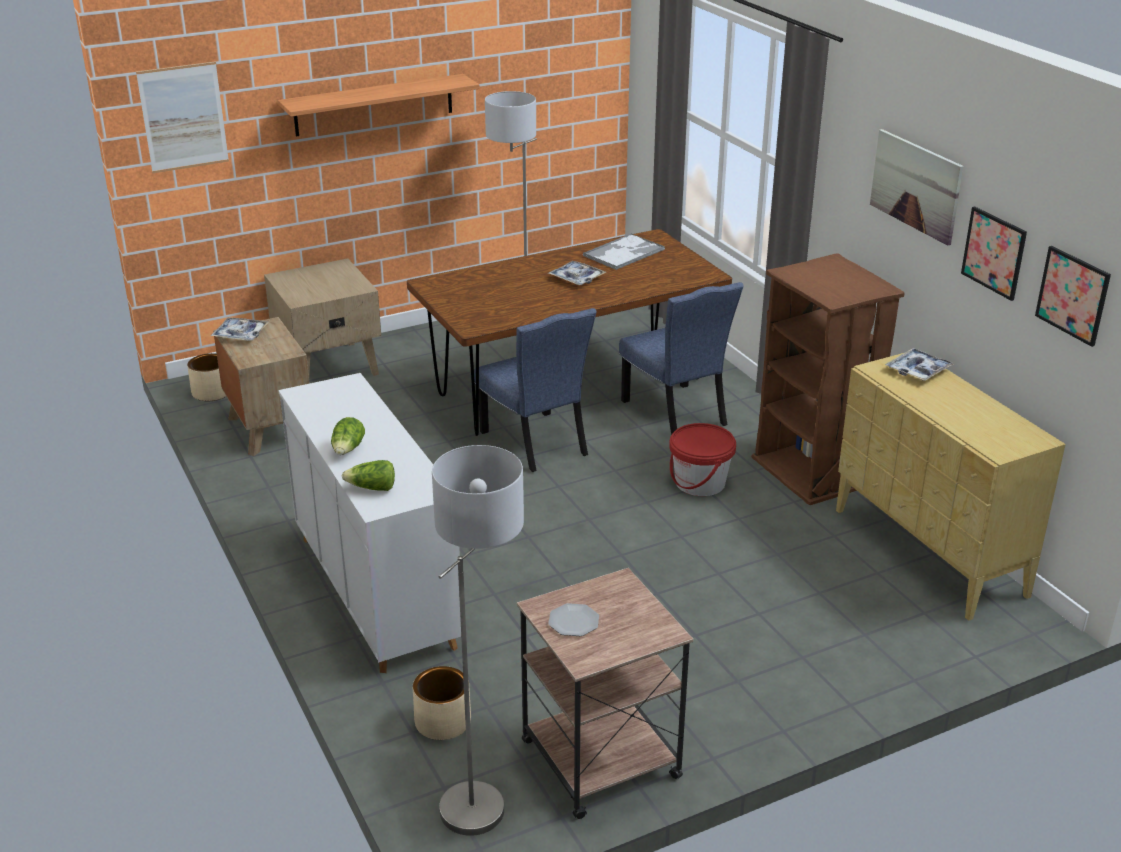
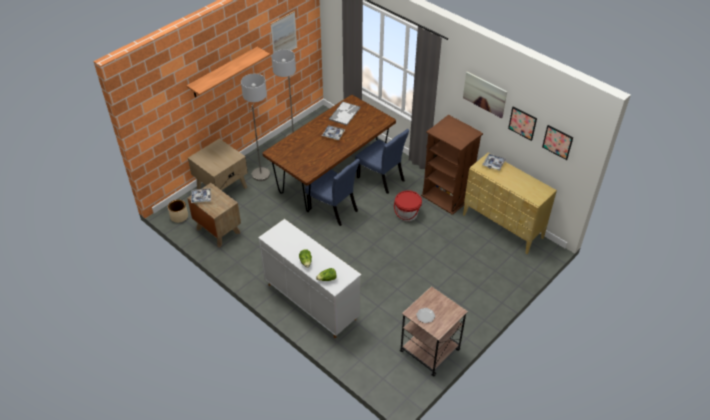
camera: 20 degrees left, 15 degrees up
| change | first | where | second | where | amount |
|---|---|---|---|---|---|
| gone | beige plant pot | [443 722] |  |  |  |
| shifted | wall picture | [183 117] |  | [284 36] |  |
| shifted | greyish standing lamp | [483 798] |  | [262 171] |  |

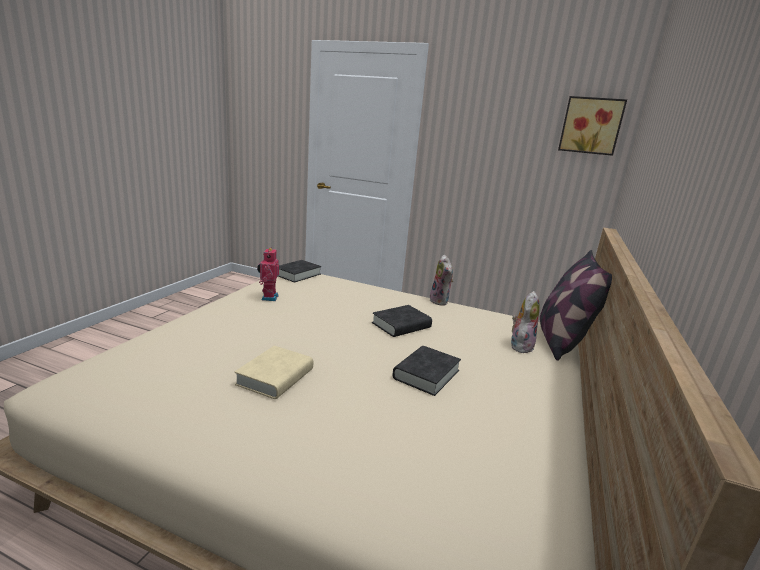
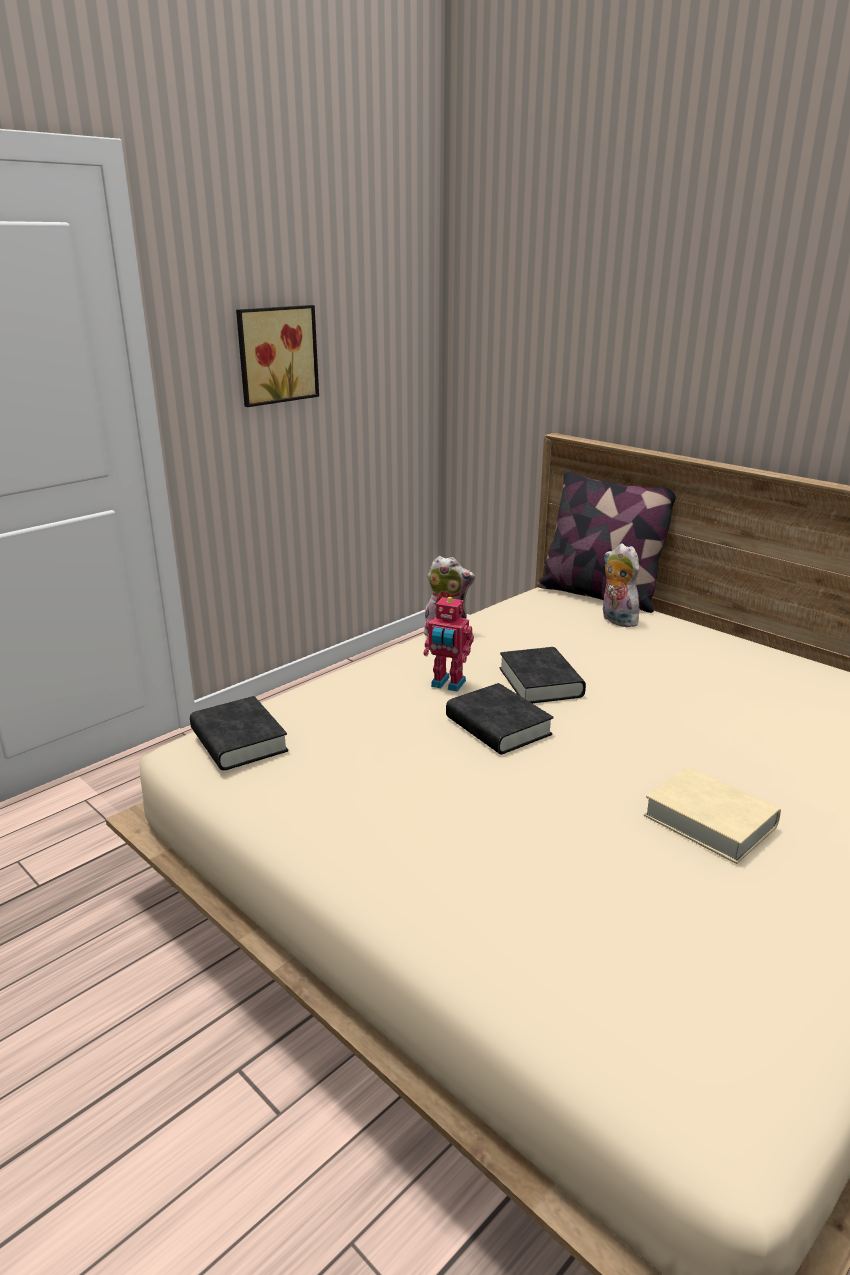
camera: 65 degrees left, 5 degrees up
| change | first | where | second | where | amount |
|---|---|---|---|---|---|
| shifted | toy robot | [268 297] |  | [447 684] |  |
| shifted | blackish book | [426 374] |  | [498 726] |  |
| shifted | wall picture | [591 126] |  | [275 354] |  |

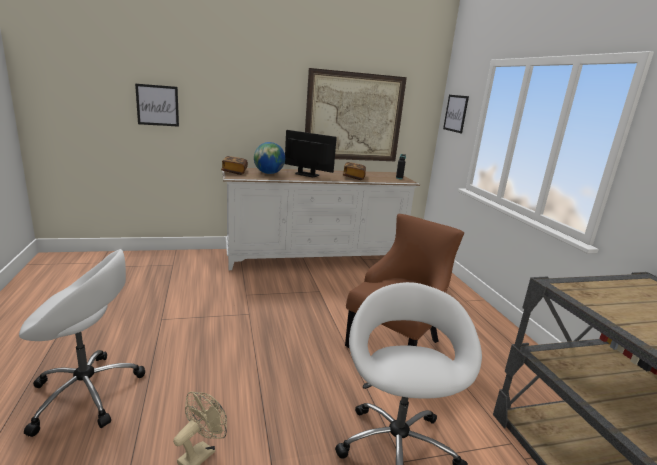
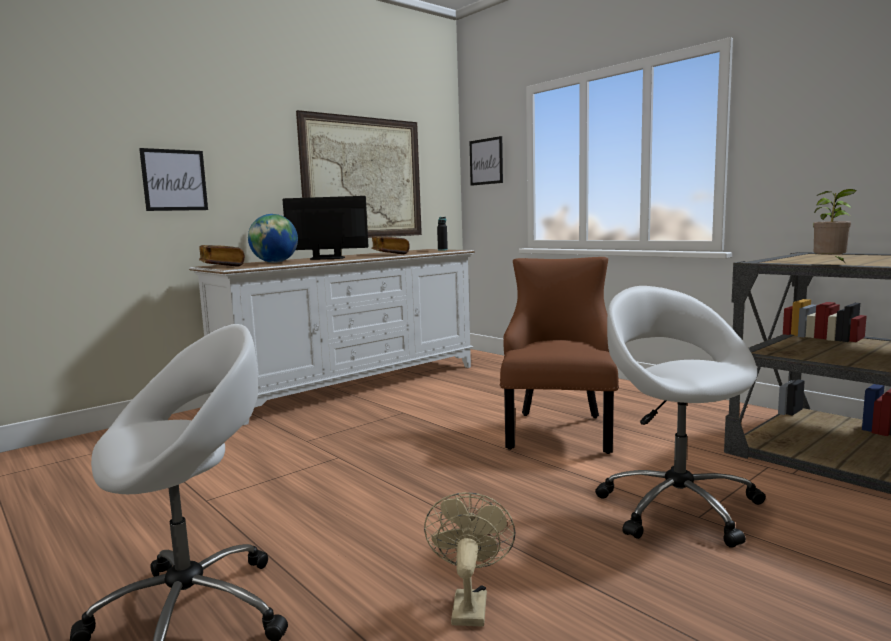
camera: 25 degrees left, 10 degrees down
| change | first | where | second | where | amount |
|---|---|---|---|---|---|
| new |  |  | houseplant | [831 264] |  |
| shifted | wall picture | [157 105] |  | [174 180] |  |

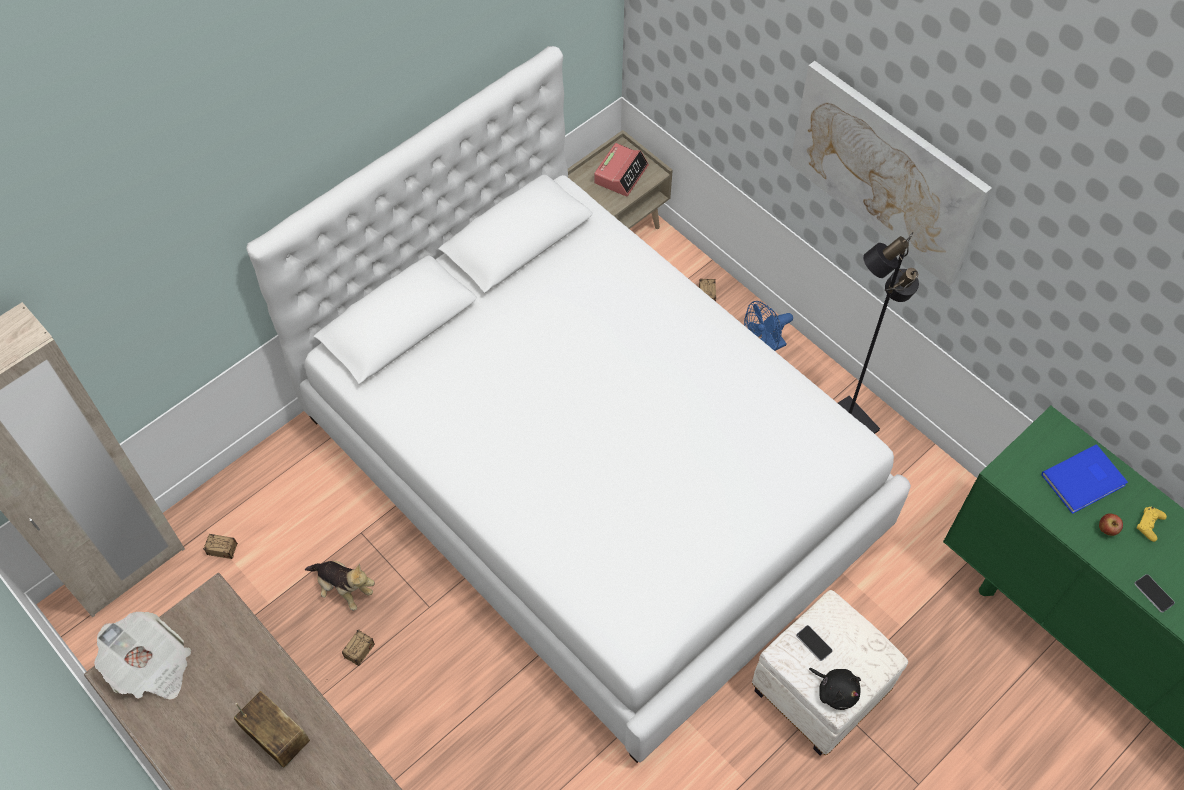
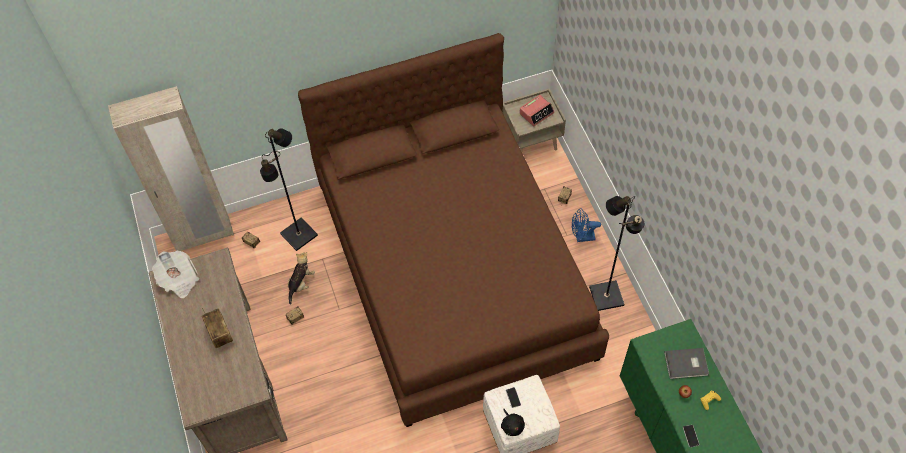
camera: 25 degrees right, 0 degrees up
| change | first | where | second | where | amount |
|---|---|---|---|---|---|
| gone | wall picture | [885 172] |  |  |  |
| new |  |  | blackish standing lamp | [298 234] |  |
| repainted | white bedroom bed | [591 471] | brown-coloured bedroom bed | [454 270] |  |
| repainted | blue-coloured book | [1085 481] | greyish book | [687 365] |  |
| rotated | plush toy | [343 588] |  | [301 283] | 120 degrees counterclockwise |

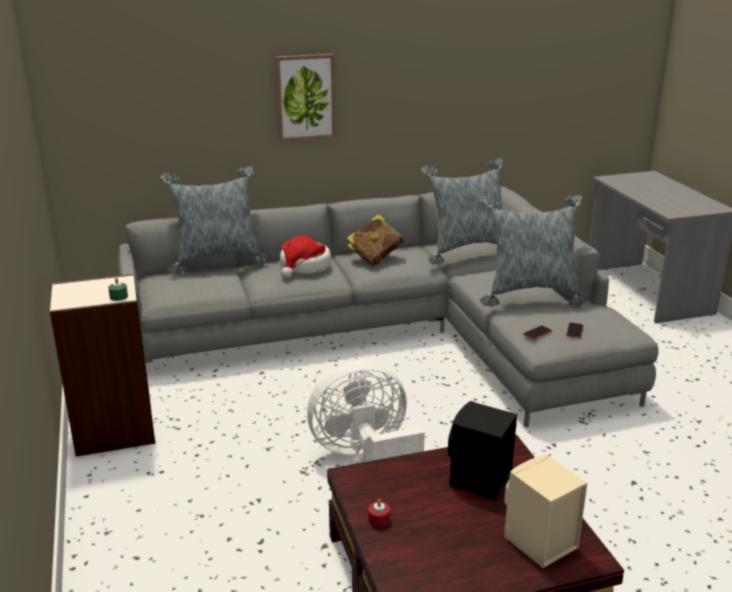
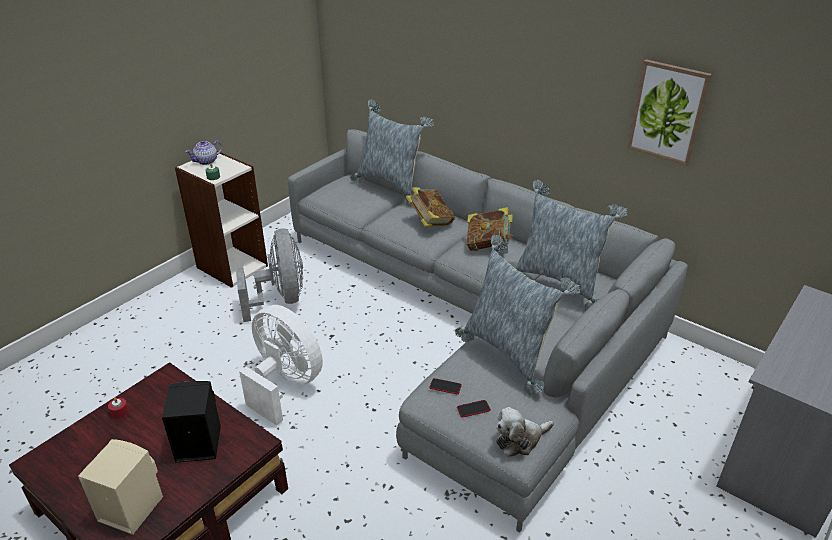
camera: 55 degrees right, 10 degrees up
| change | first | where | second | where | amount |
|---|---|---|---|---|---|
| new |  |  | pot for tea | [206 161] |  |
| new |  |  | greyish electric fan | [280 299] |  |
| new |  |  | plush toy | [520 440] |  |
| shifted | wall picture | [305 97] |  | [668 112] |  |
| swapped | hat | [304 267] | book | [430 222] |  |

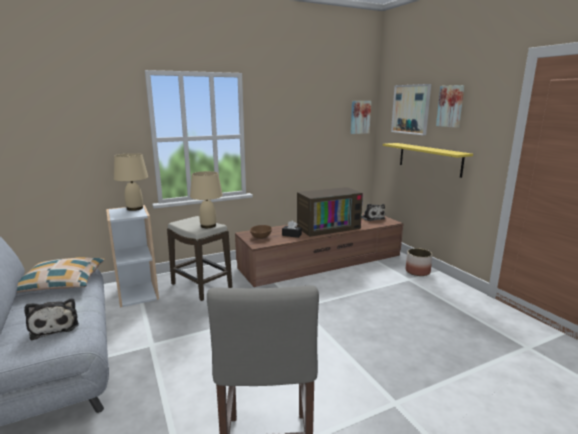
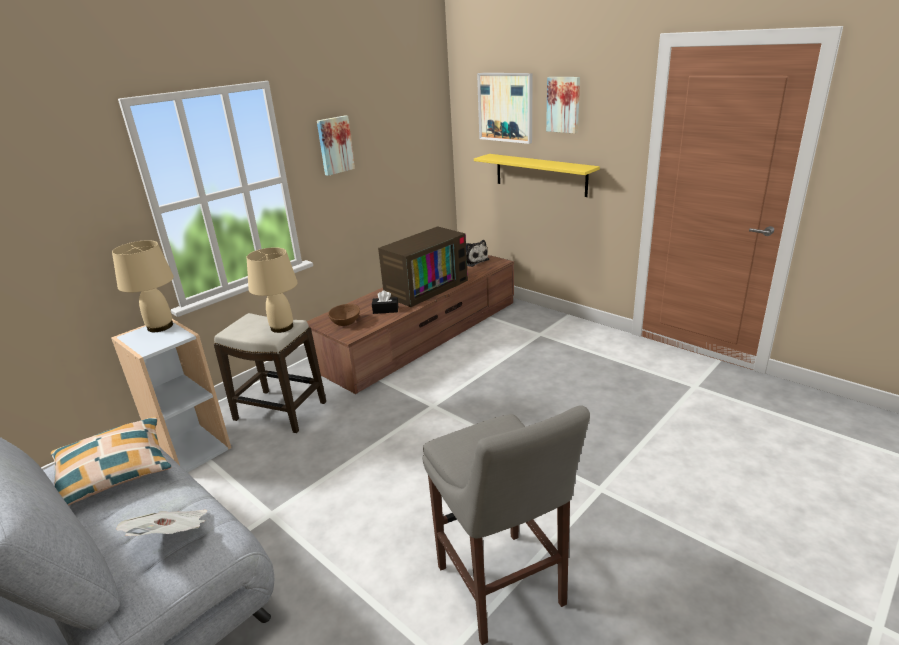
camera: 20 degrees left, 10 degrees up
| change | first | where | second | where | amount |
|---|---|---|---|---|---|
| gone | plant pot | [417 271] |  |  |  |
| shifted | wall picture | [359 117] |  | [334 145] |  |
| swapped | plush toy | [55 326] | printed paper | [172 536] |  |

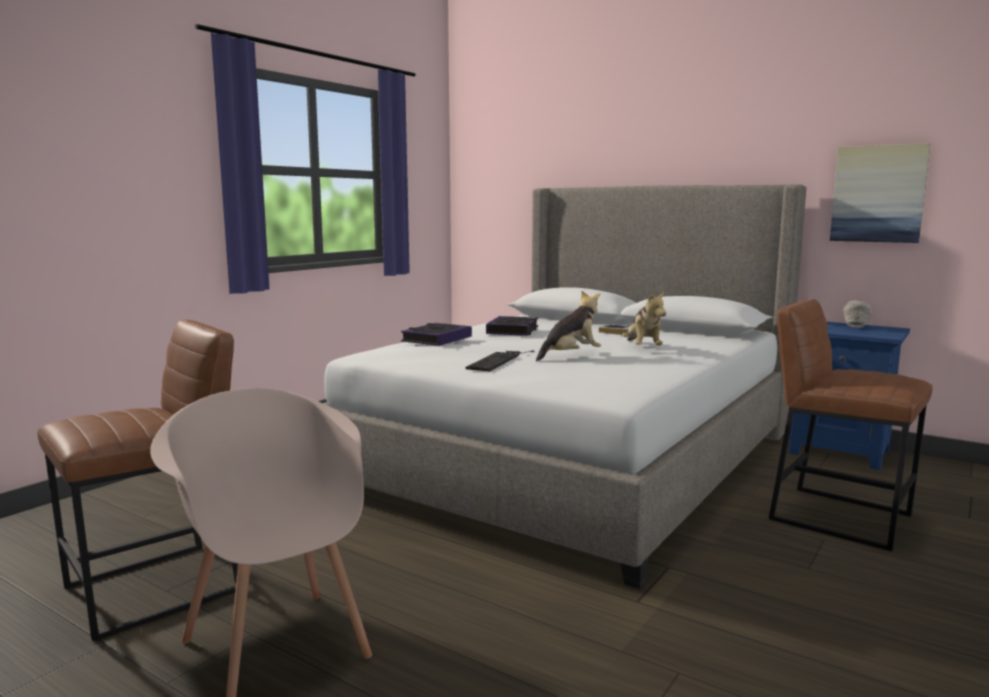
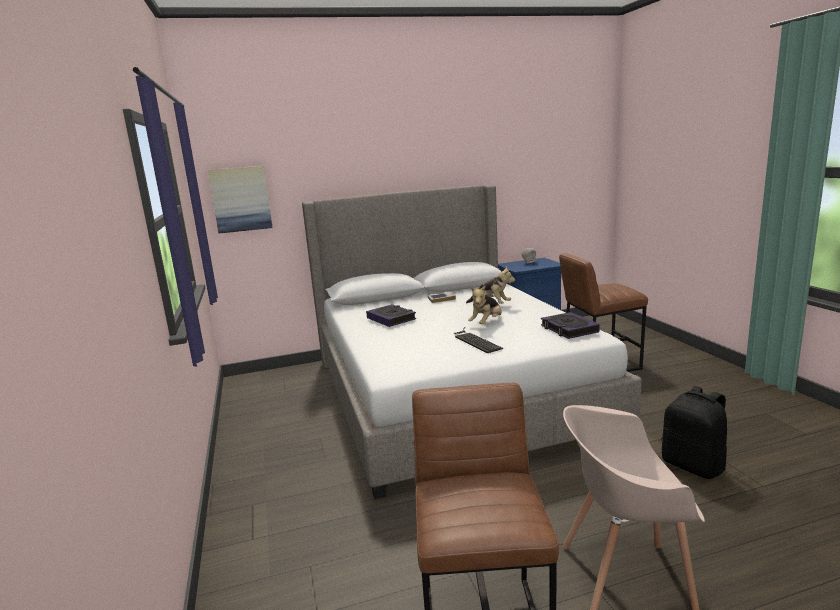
camera: 50 degrees left, 5 degrees up
| change | first | where | second | where | amount |
|---|---|---|---|---|---|
| new |  |  | blackish rucksack | [693 465] |  |
| shifted | book | [436 339] |  | [569 329] |  |
| shifted | wall picture | [878 194] |  | [241 199] |  |
| rotated | plush toy | [570 356] |  | [486 323] | 150 degrees counterclockwise |

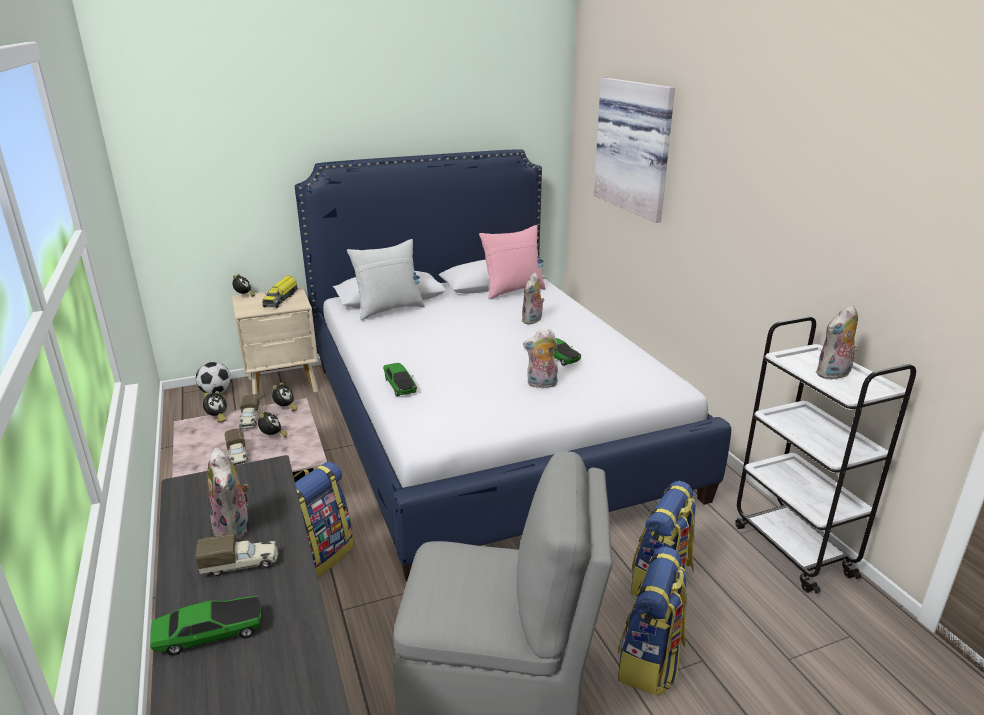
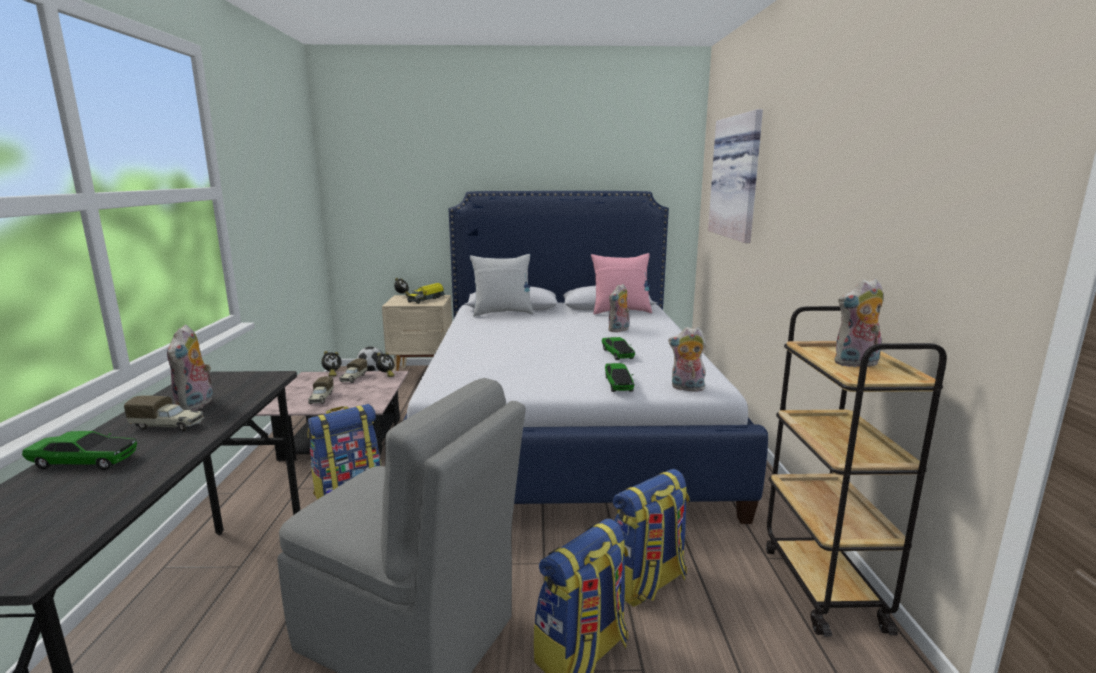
camera: 20 degrees right, 10 degrees down
| change | first | where | second | where | amount |
|---|---|---|---|---|---|
| gone | table clock | [273 437] |  |  |  |
| shifted | model car | [399 385] |  | [618 384] |  |
| shifted | plush toy | [541 385] |  | [686 388] |  |
| repainted | white cart | [793 551] | brown-coloured cart | [824 590] |  |

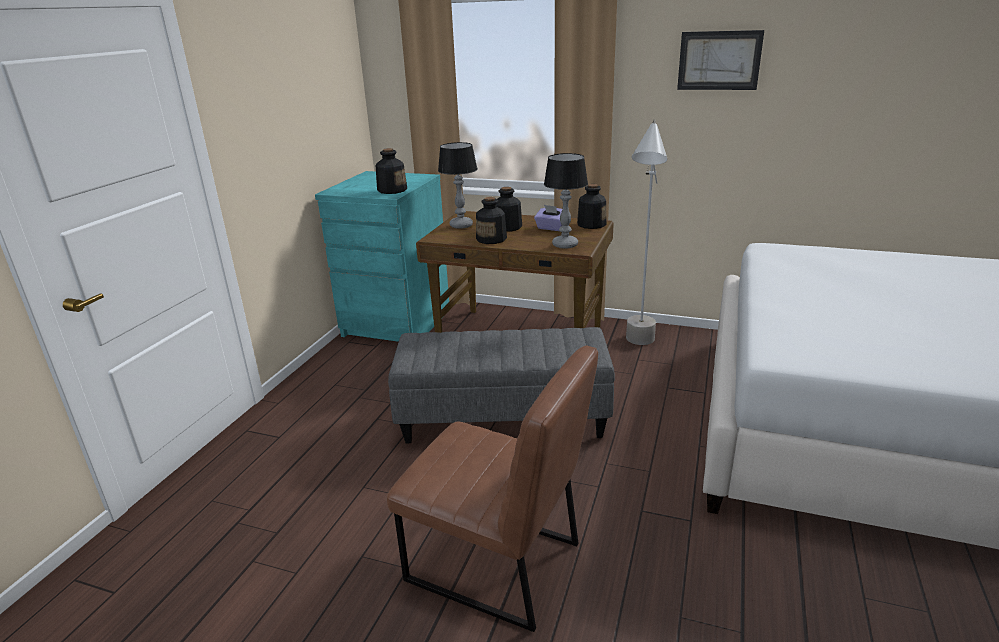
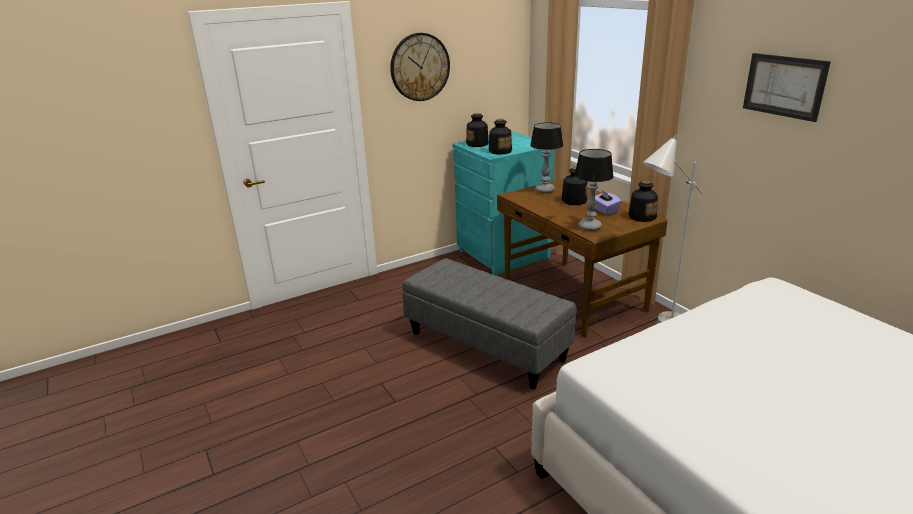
camera: 40 degrees right, 0 degrees up
| change | first | where | second | where | amount |
|---|---|---|---|---|---|
| gone | brown-coloured upright chair | [497 564] |  |  |  |
| new |  |  | wall clock | [420 67] |  |
| shifted | beverage bottle | [491 239] |  | [477 144] |  |

